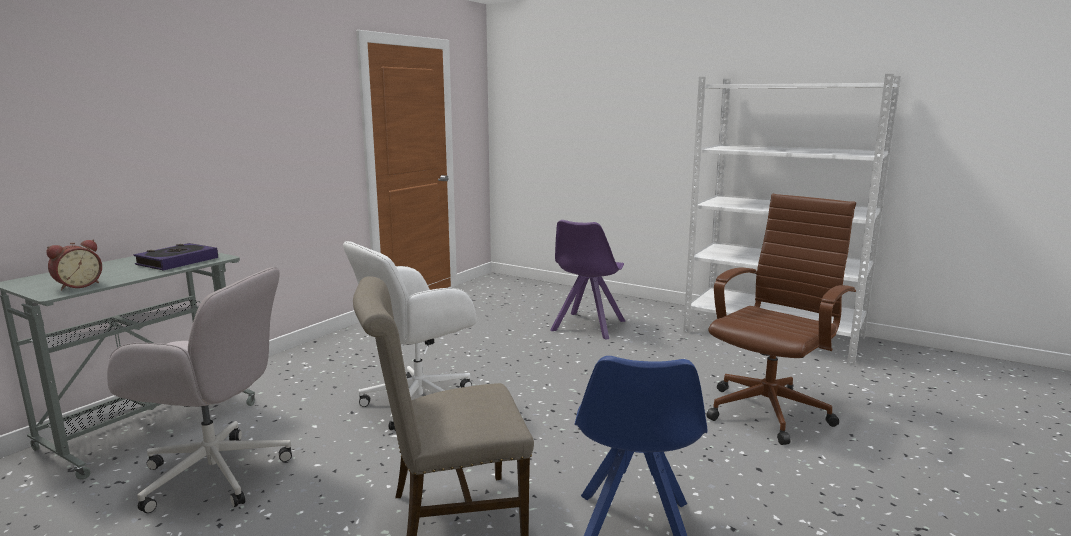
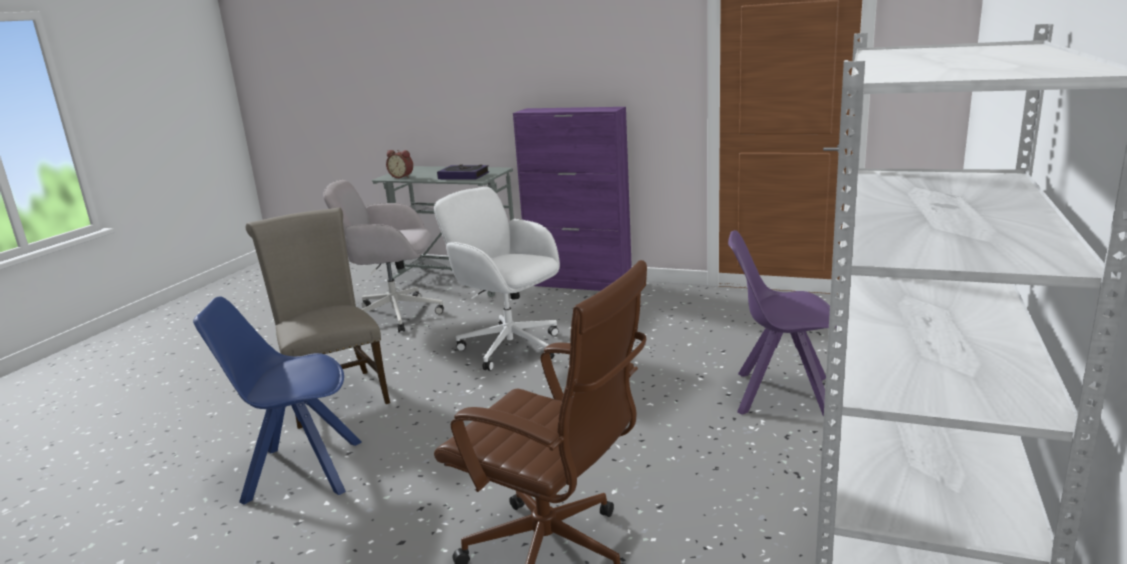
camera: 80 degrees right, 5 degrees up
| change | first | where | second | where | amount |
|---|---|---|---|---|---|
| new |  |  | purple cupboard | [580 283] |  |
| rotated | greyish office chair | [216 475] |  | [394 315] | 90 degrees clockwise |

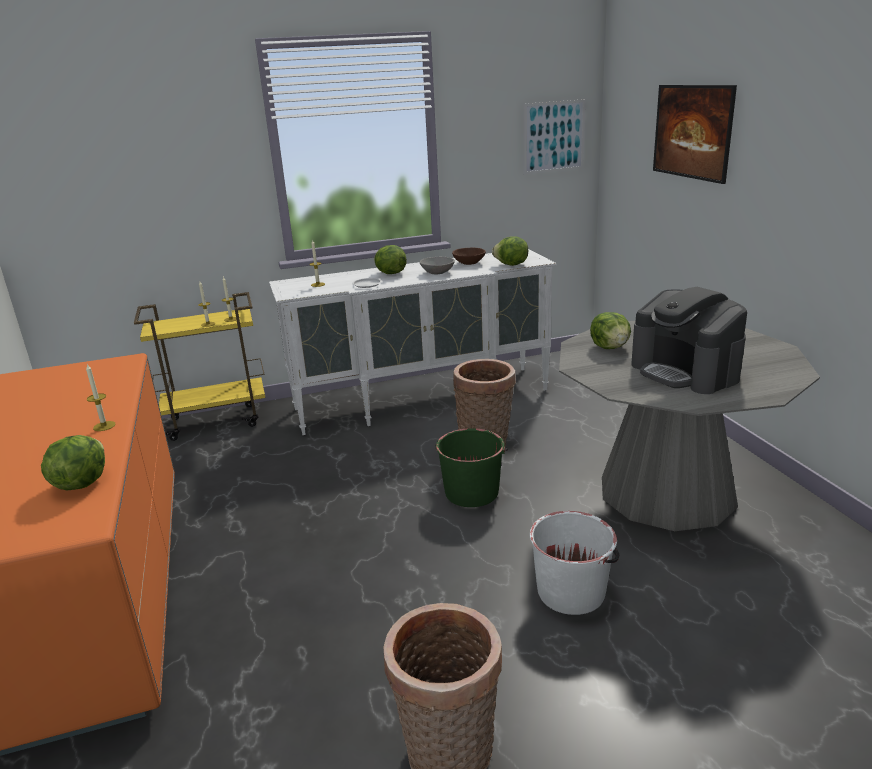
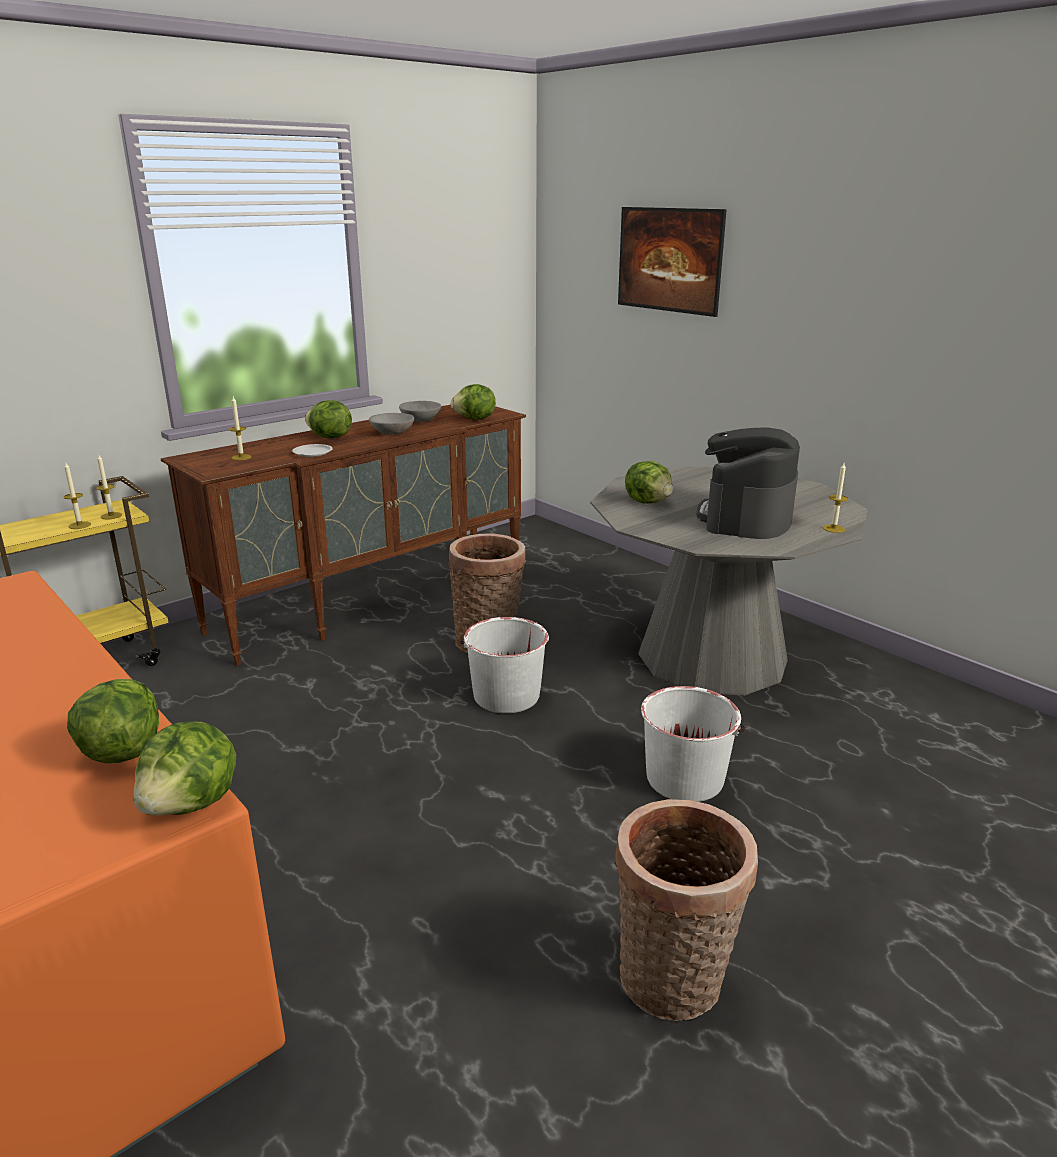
camera: 25 degrees left, 0 degrees up
| change | first | where | second | where | amount |
|---|---|---|---|---|---|
| gone | wall picture | [554 137] |  |  |  |
| new |  |  | head of lettuce | [192 804] |  |
| shifted | wax light | [104 426] |  | [833 528] |  |
| repainted | white cupboard | [422 400] | brown-coloured cupboard | [373 600] |  |
| repainted | greenish bucket | [471 492] | white bucket | [506 695] |  |
| repainted | brown-coloured serving bowl | [469 263] | greyish serving bowl | [421 420] |  |
| rotated | coffee brewer | [685 372] |  | [745 518] | 75 degrees clockwise |

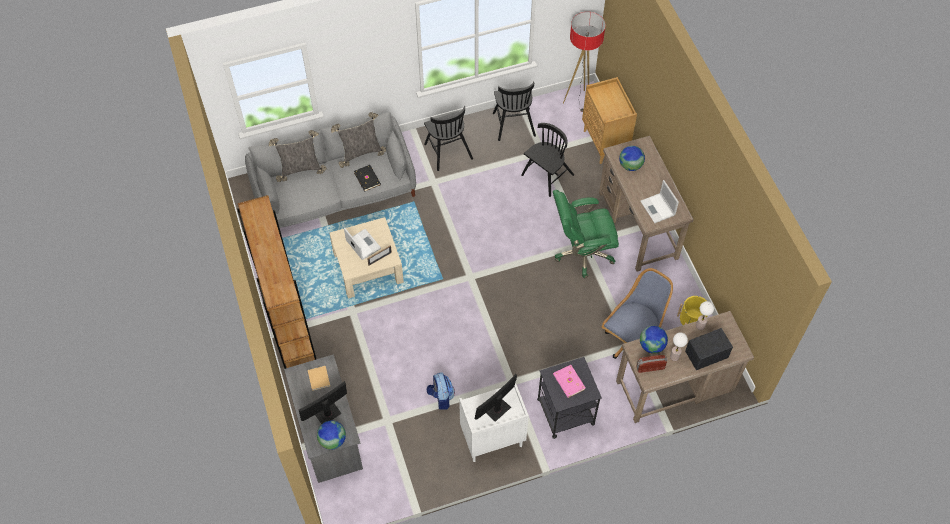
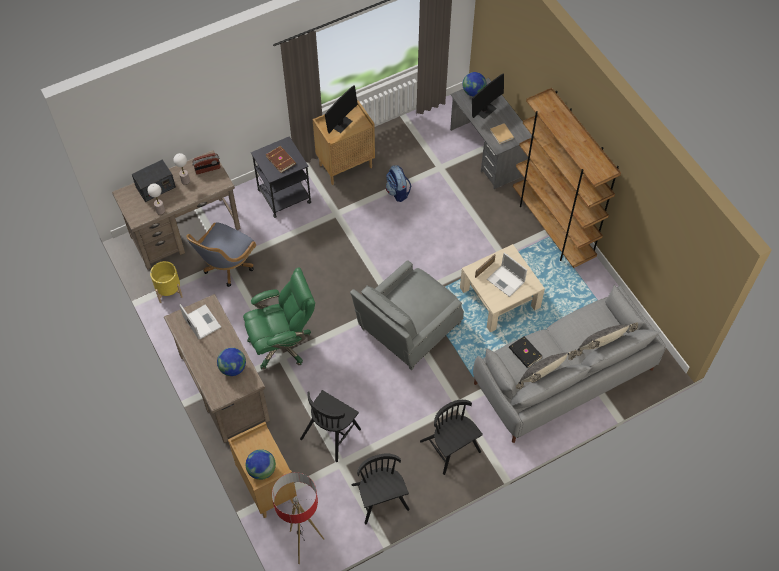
camera: 170 degrees right, 0 degrees up
| change | first | where | second | where | amount |
|---|---|---|---|---|---|
| new |  |  | greyish lounge chair | [408 328] |  |
| shifted | world globe | [651 345] |  | [262 470] |  |
| repainted | white cupboard | [492 440] | brown-coloured cupboard | [346 166] |  |
| repainted | pinkish book | [568 382] | brown-coloured book | [281 159] |  |

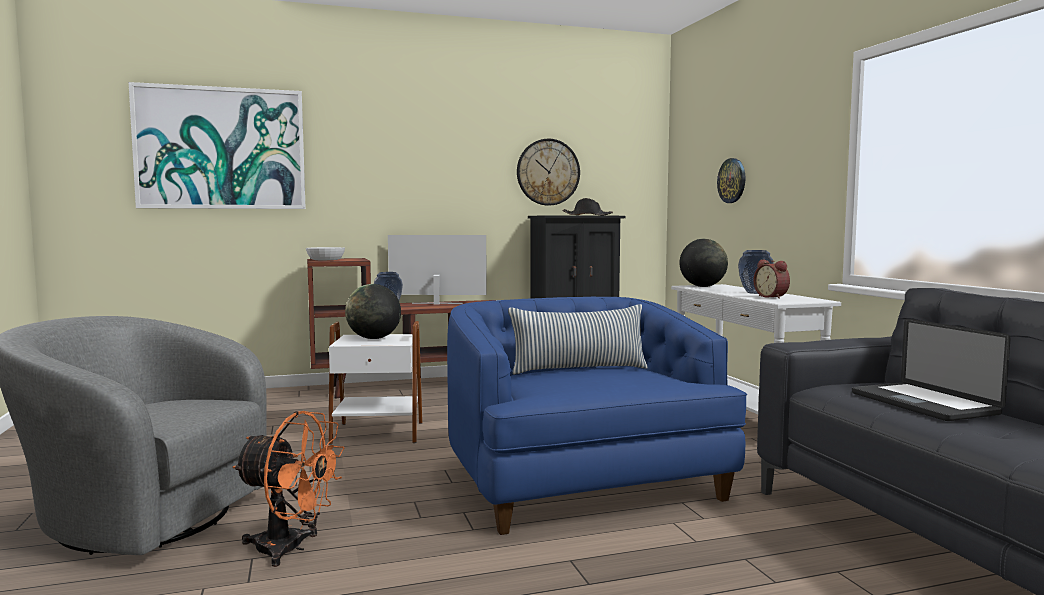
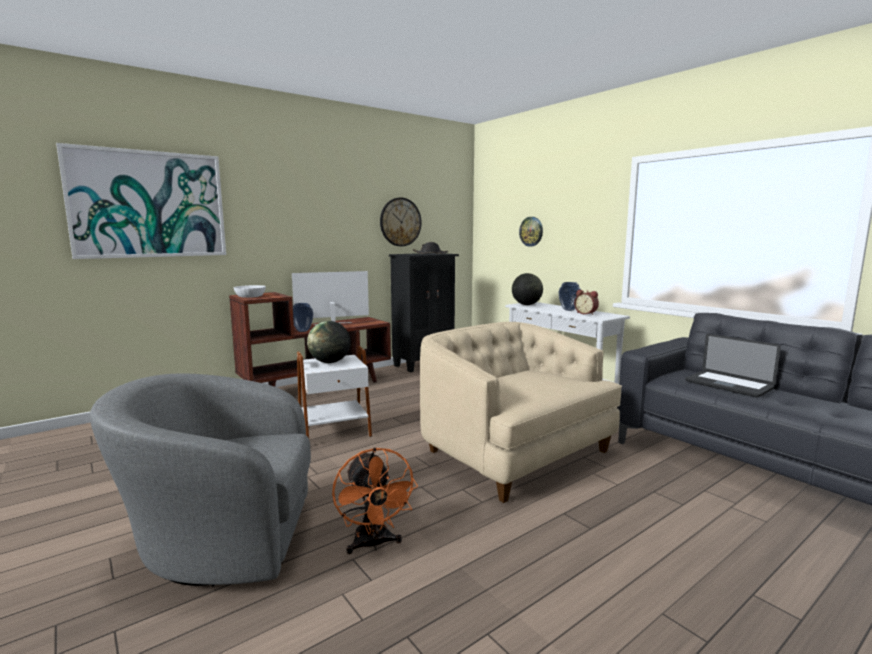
camera: 20 degrees left, 5 degrees up
| change | first | where | second | where | amount |
|---|---|---|---|---|---|
| gone | cushion | [578 369] |  |  |  |
| repainted | blue-coloured lounge chair | [581 483] | beige lounge chair | [513 452] |  |
| rotated | orange-coloured electric fan | [291 549] |  | [373 544] | 75 degrees clockwise |

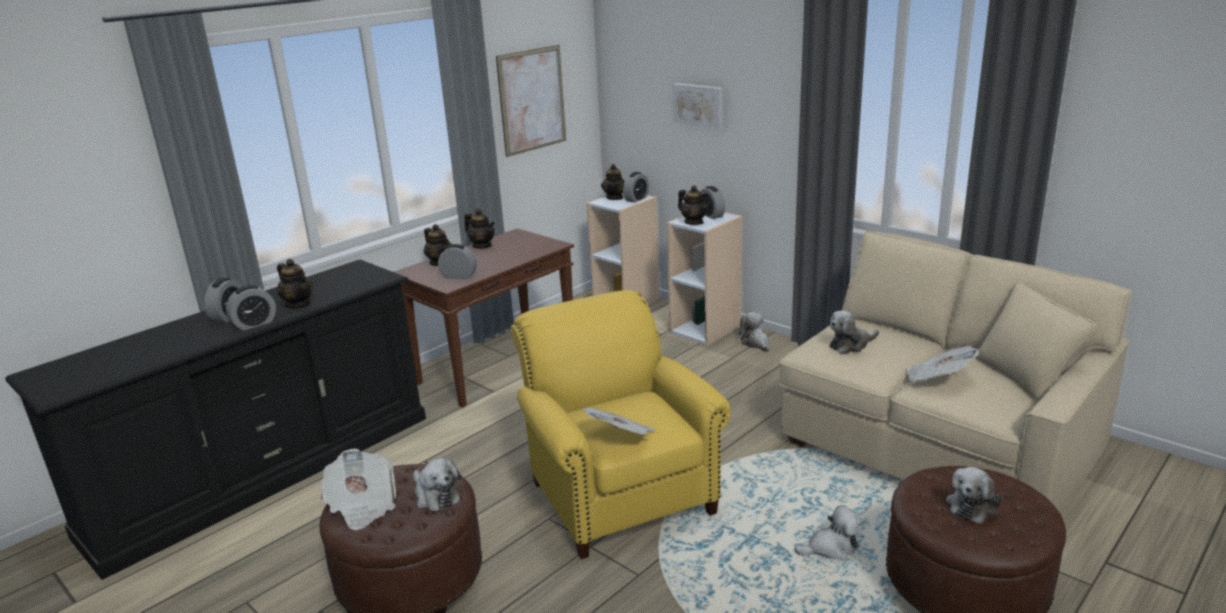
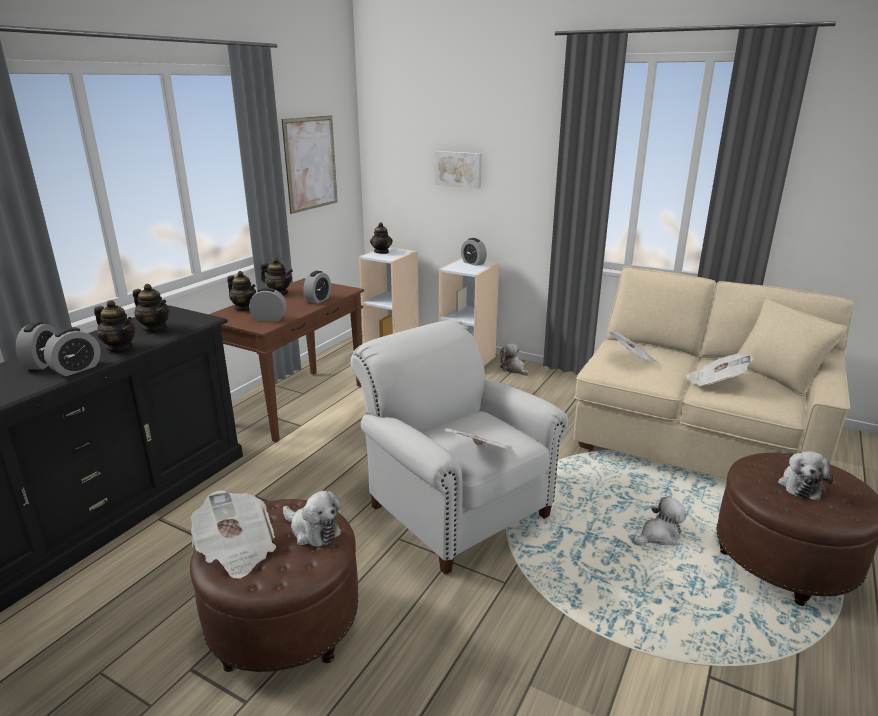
camera: 15 degrees left, 0 degrees up
| change | first | where | second | where | amount |
|---|---|---|---|---|---|
| shifted | table clock | [636 199] |  | [318 300] |  |
| shifted | pot for tea | [694 222] |  | [155 328] |  |
| swapped | plush toy | [851 344] | printed paper | [632 360] |  |
| repainted | yellow-coloured lounge chair | [618 493] | white lounge chair | [453 507] |  |

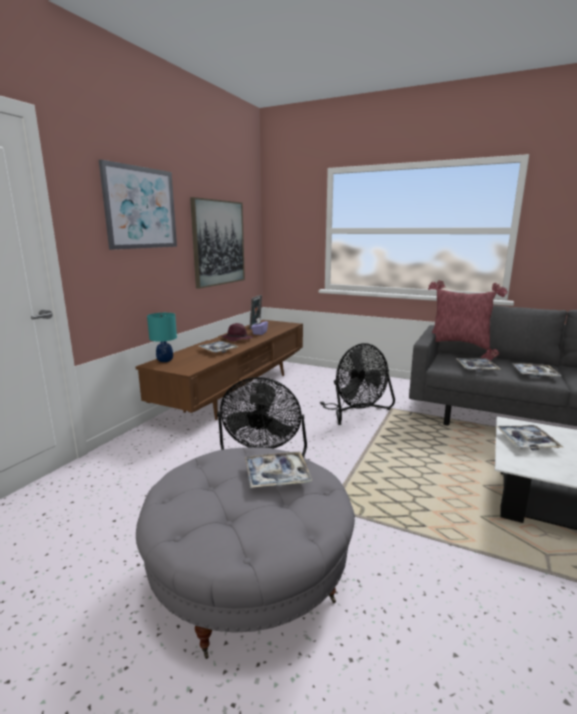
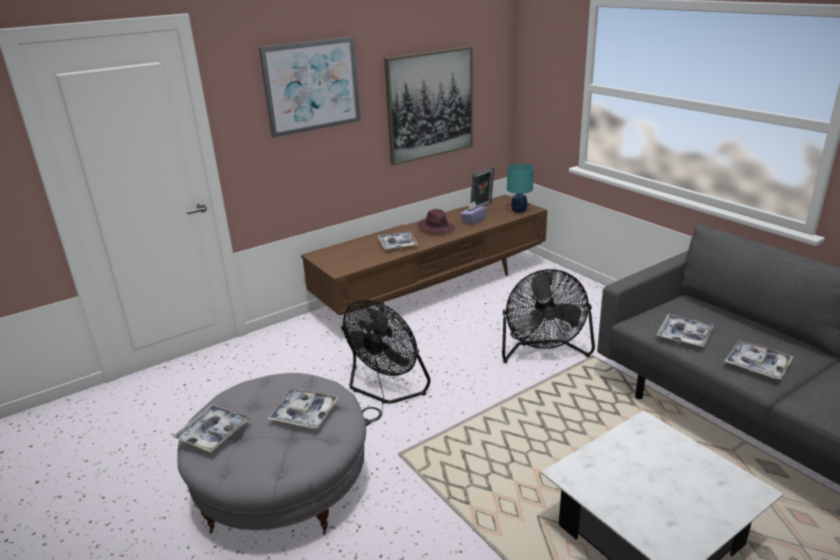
camera: 30 degrees right, 10 degrees up
| change | first | where | second | where | amount |
|---|---|---|---|---|---|
| gone | reddish cushion | [457 354] |  |  |  |
| shifted | blue-green table lamp | [164 360] |  | [518 211] |  |
| shifted | serving tray | [526 442] |  | [213 433] |  |

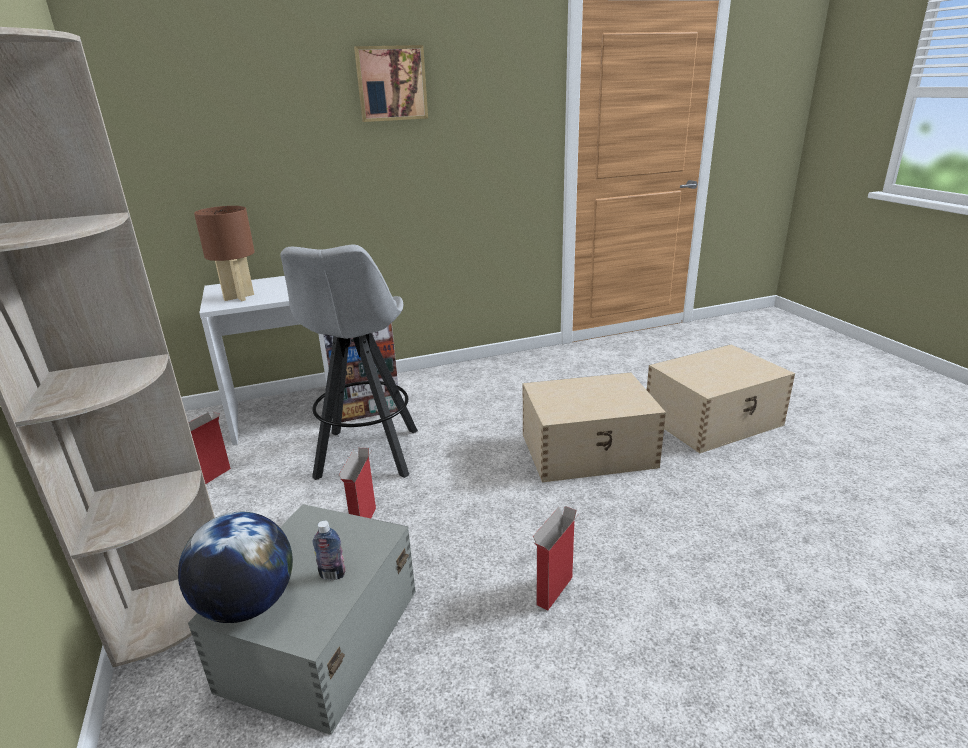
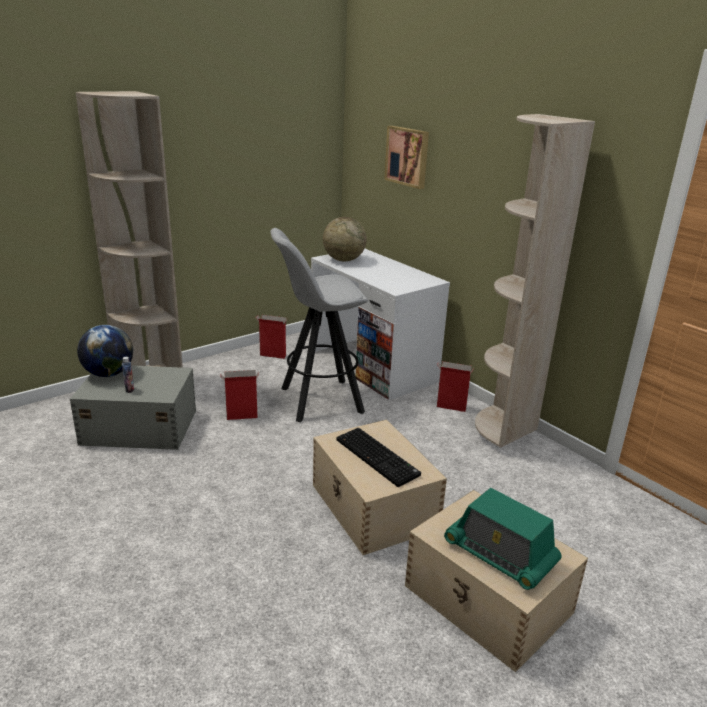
camera: 70 degrees right, 0 degrees up
| change | first | where | second | where | amount |
|---|---|---|---|---|---|
| new |  |  | keyboard | [378 457] |  |
| new |  |  | radio | [500 554] |  |
| new |  |  | beige shelving unit | [499 433] |  |
| shifted | wall picture | [391 83] |  | [408 156] |  |
| shifted | cardboard box | [554 591] |  | [450 407] |  |
| swapped | brown-coloured table lamp | [238 297] | world globe | [343 260] |  |

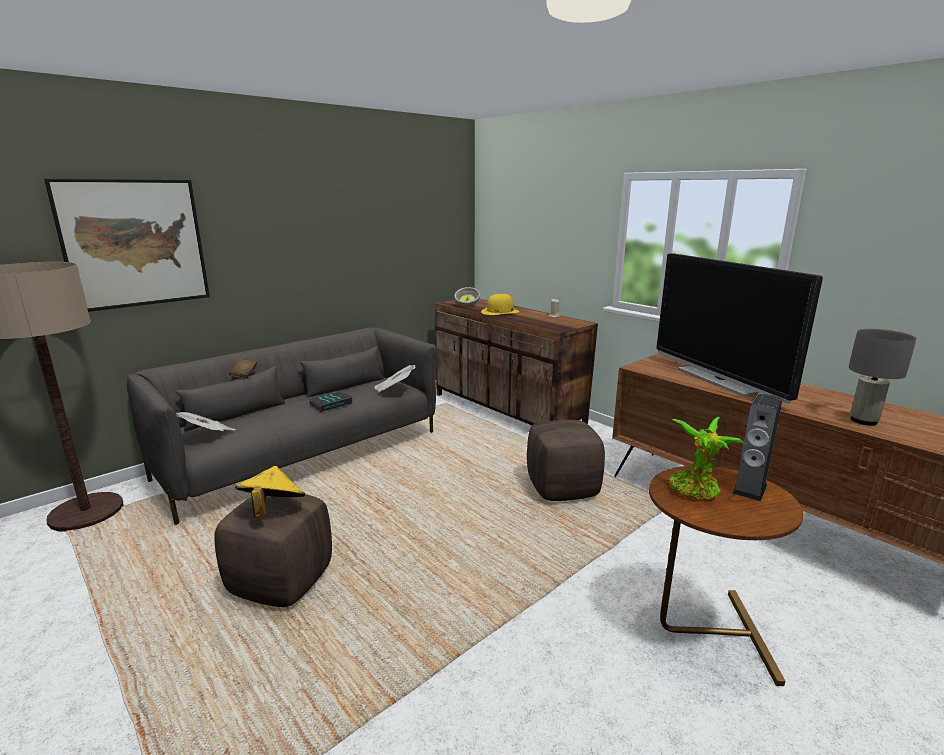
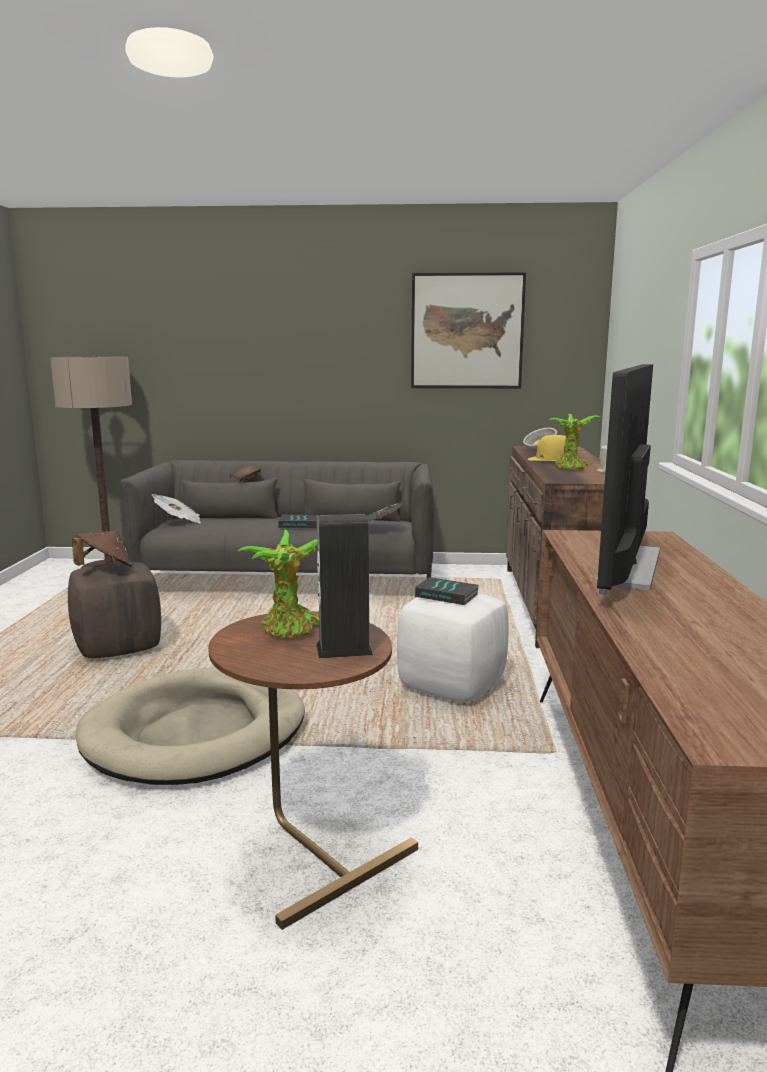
camera: 45 degrees right, 5 degrees down
| change | first | where | second | where | amount |
|---|---|---|---|---|---|
| gone | greyish table lamp | [862 421] |  |  |  |
| new |  |  | beige dog bed | [196 733] |  |
| new |  |  | book | [447 595] |  |
| new |  |  | houseplant | [571 468] |  |
| shifted | wall picture | [134 243] |  | [467 331] |  |
| repainted | yellow-coloured hat | [272 510] | brown-coloured hat | [105 569] |  |
| repainted | brown-coloured footrest | [561 489] | white footrest | [451 686] |  |

